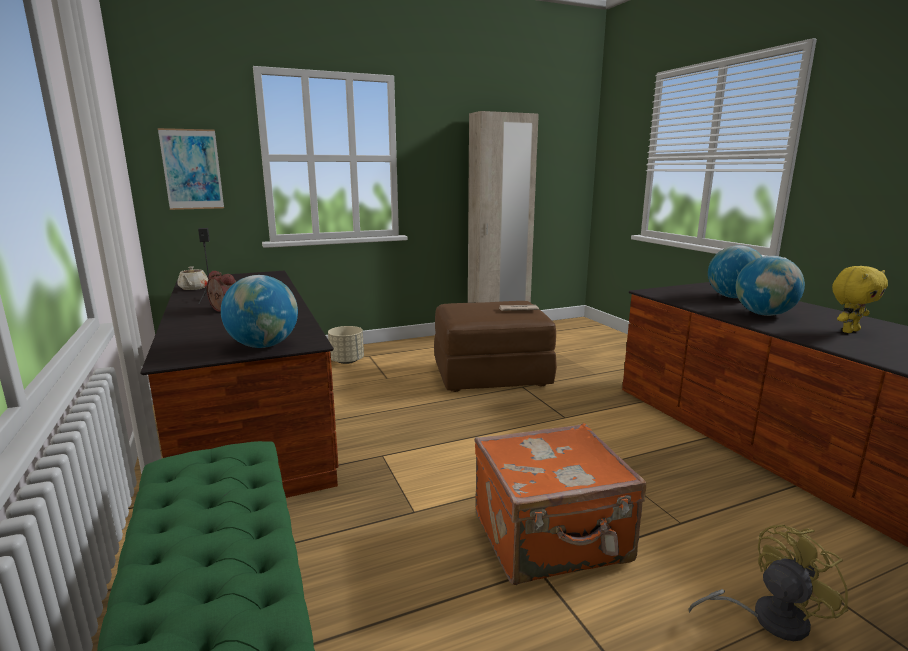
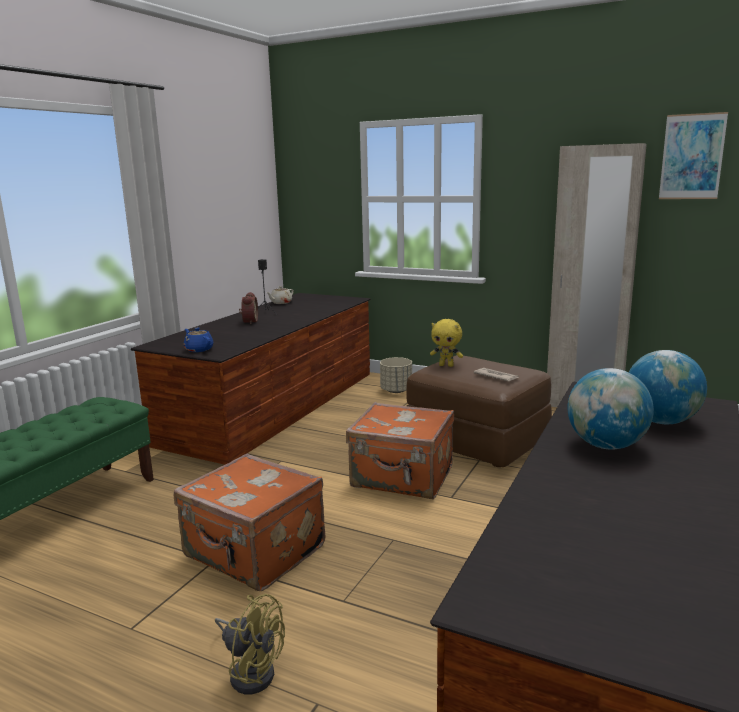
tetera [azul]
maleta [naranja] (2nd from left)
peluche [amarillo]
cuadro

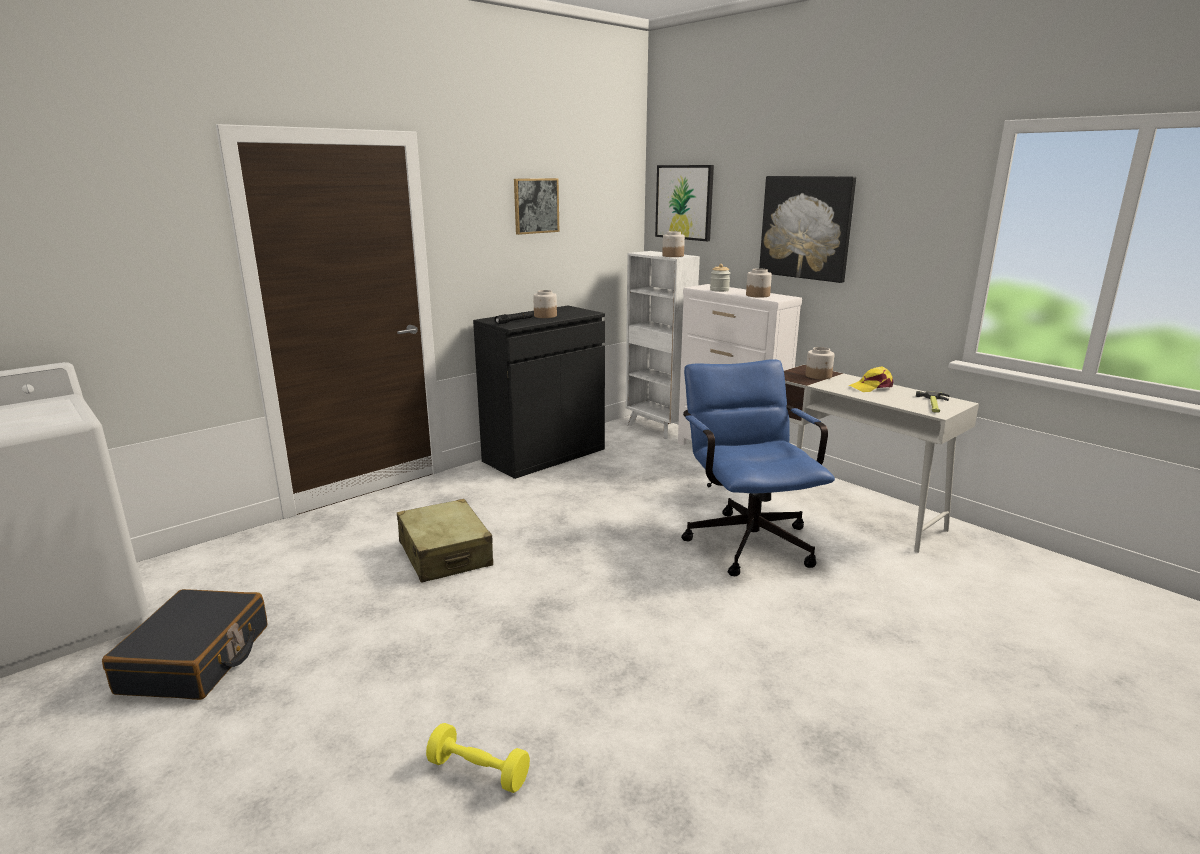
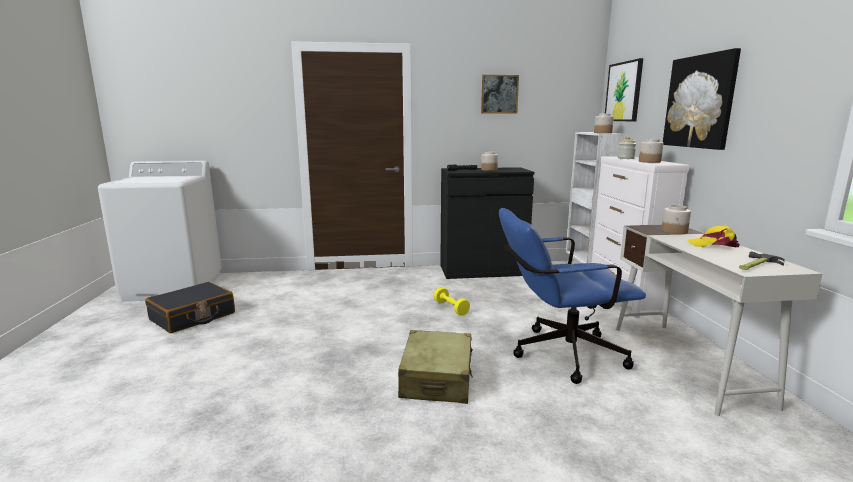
maleta [beis]
mancuerna [amarillo]
silla de oficina [azul]

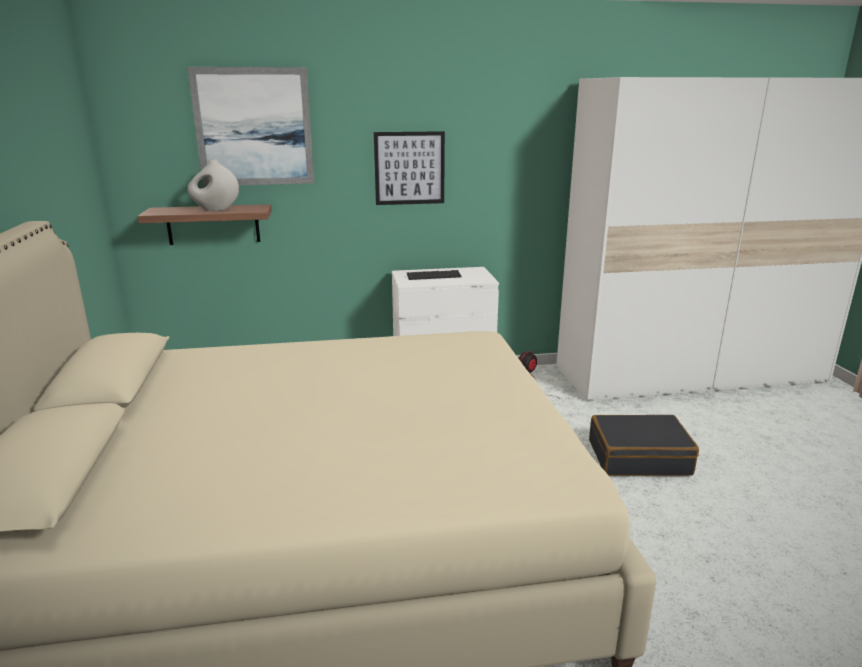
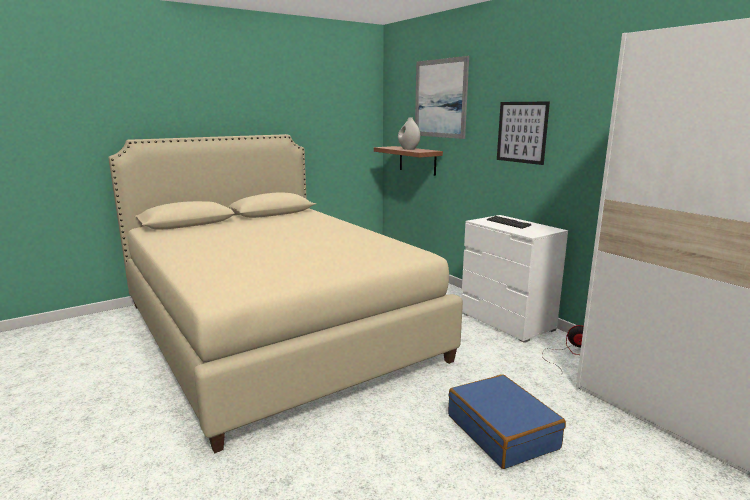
maleta [azul]

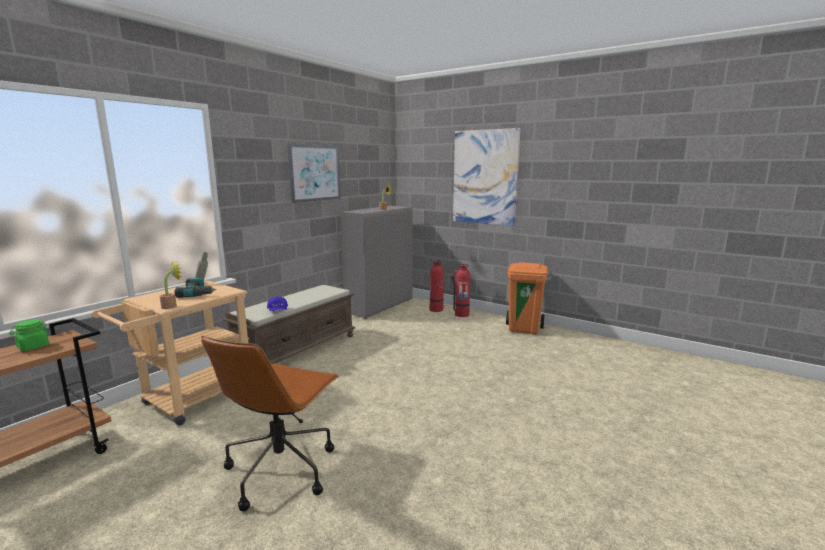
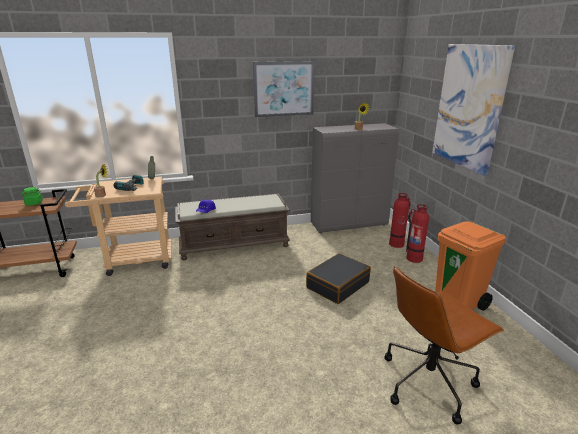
maleta [negro]
silla de oficina [marrón]

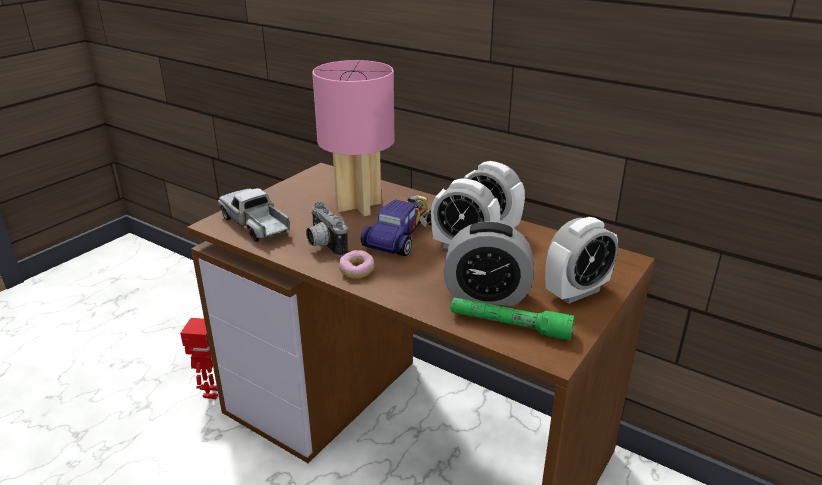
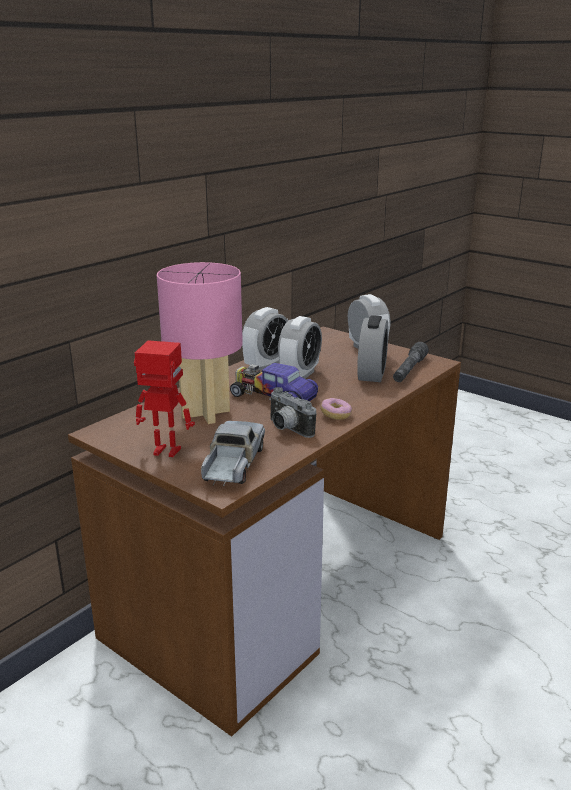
robot de juguete
camión de juguete
cámara
linterna [gris]

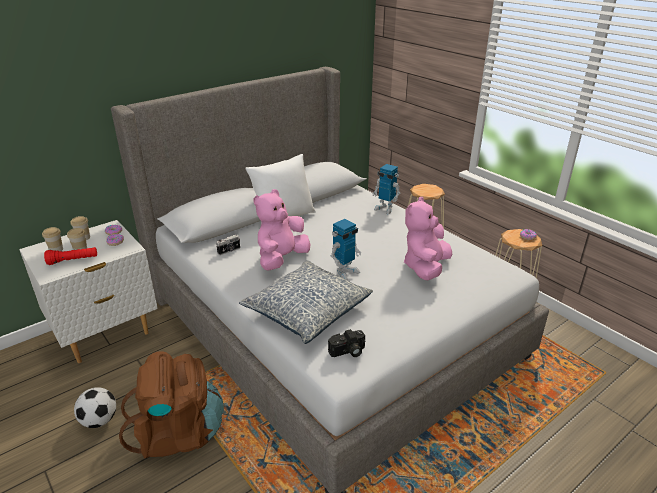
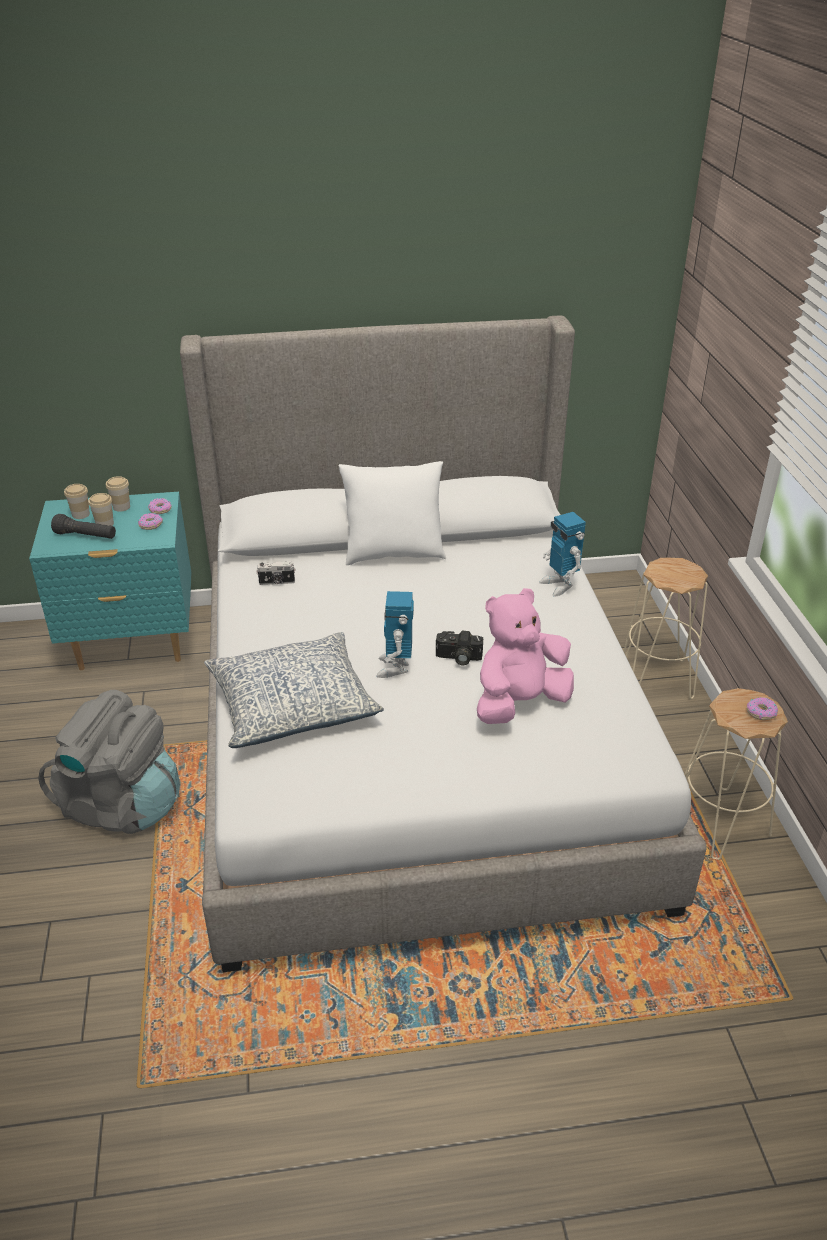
mesita de noche [turquesa]
mochila [gris]
linterna [negro]
robot de juguete (1st from left)
cámara (2nd from left)
balón de fútbol
peluche [rosa] (1st from left in the first image)

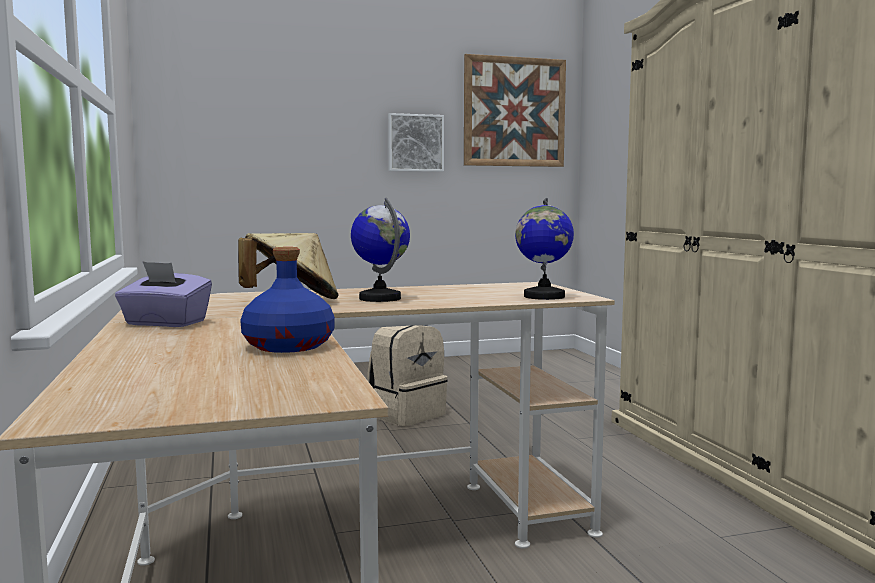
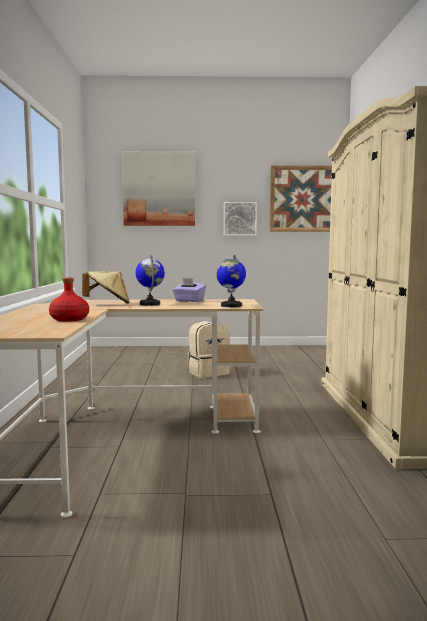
botella [rojo]
cuadro (1st from left)
caja de pañuelos [morado]

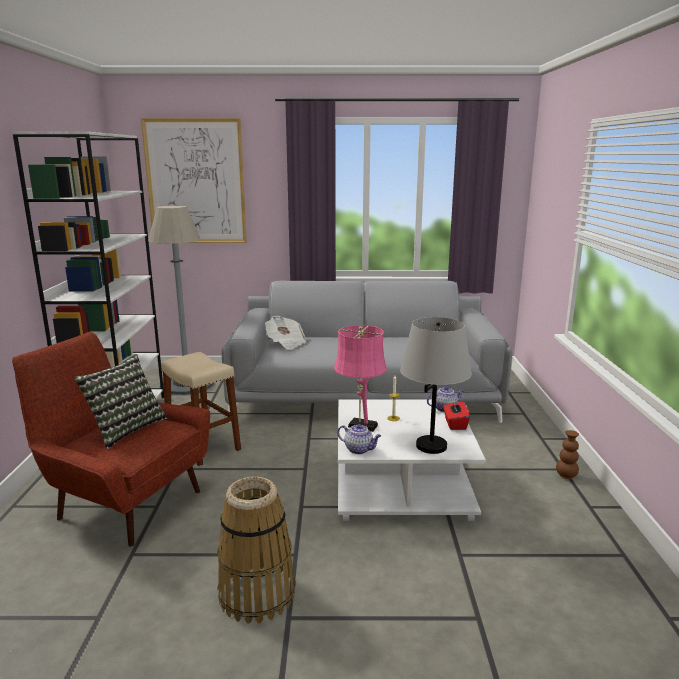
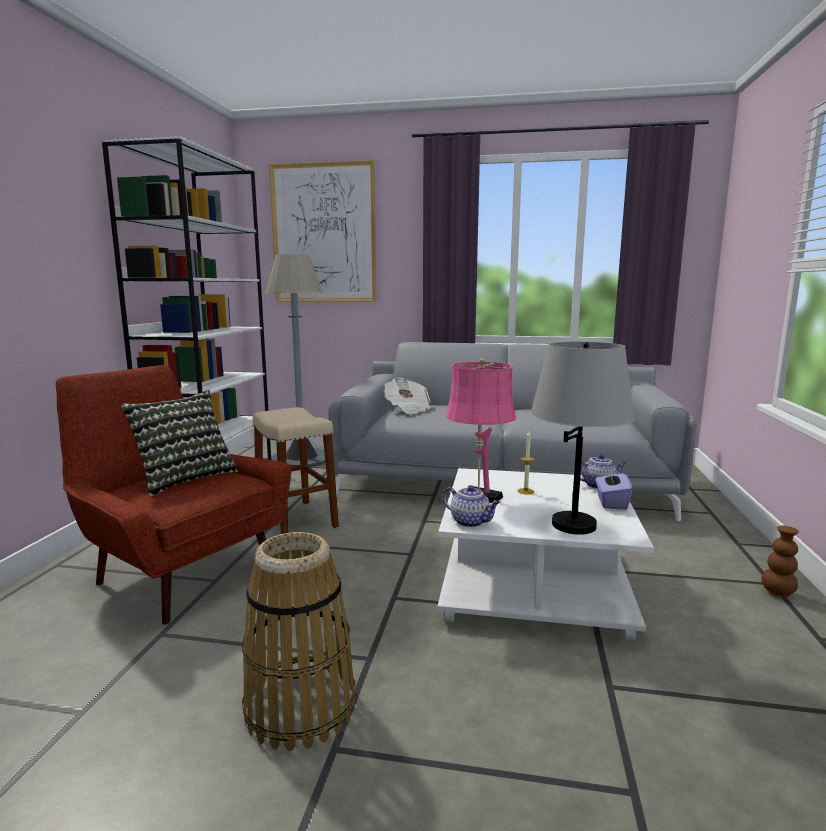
caja de pañuelos [morado]

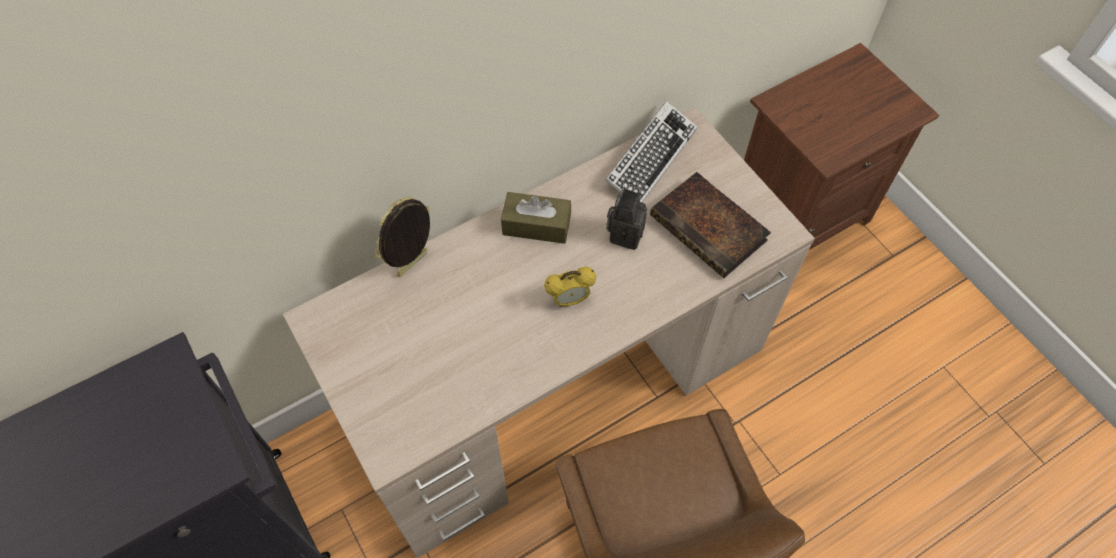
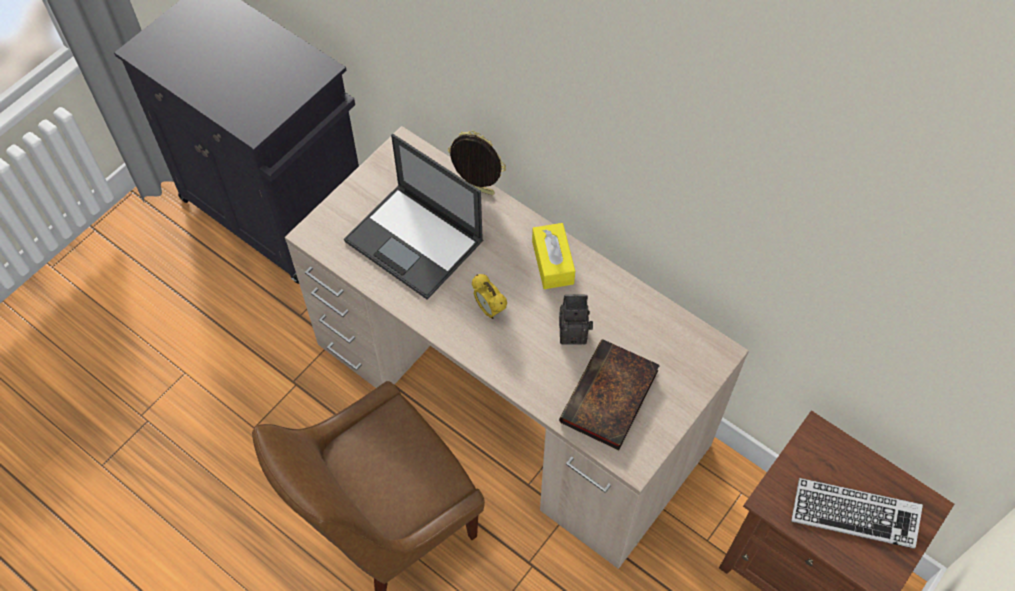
portátil
caja de pañuelos [amarillo]
teclado

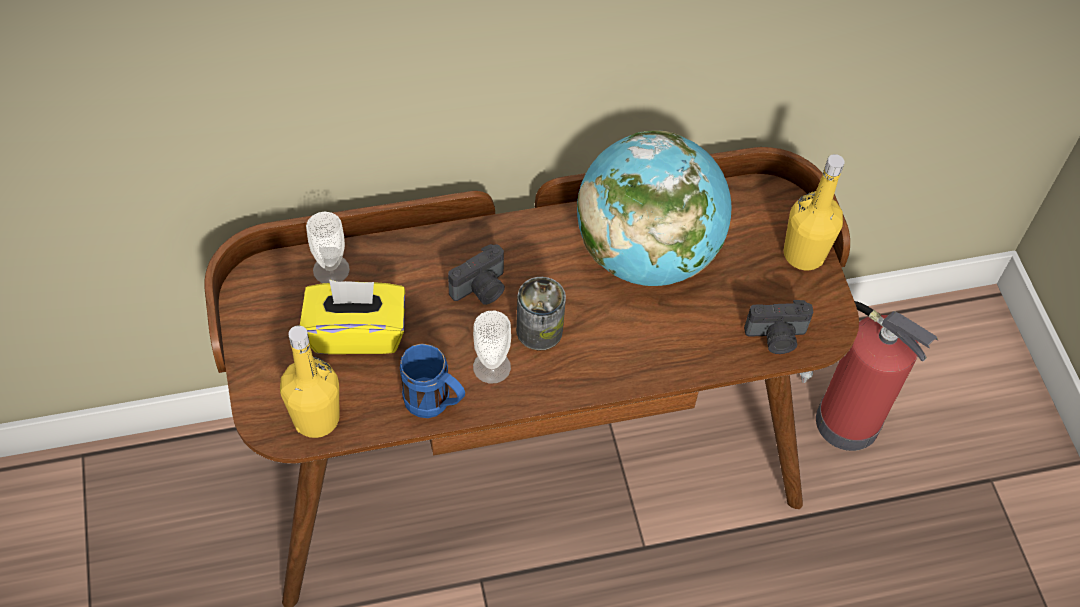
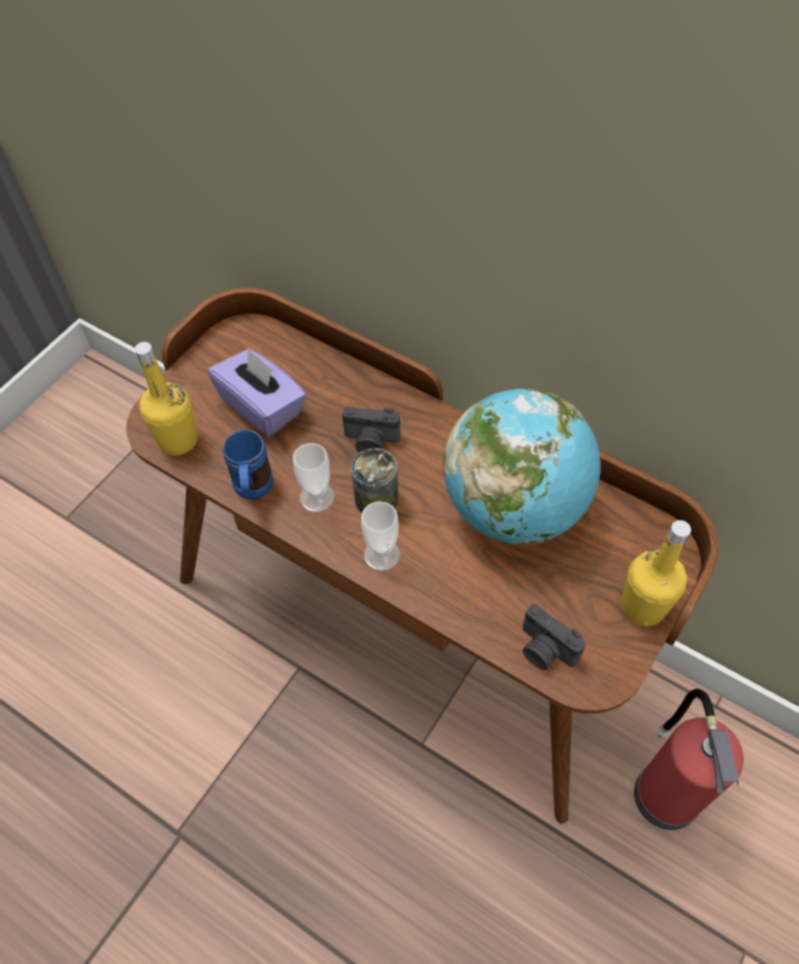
caja de pañuelos [morado]
taza (2nd from left)

